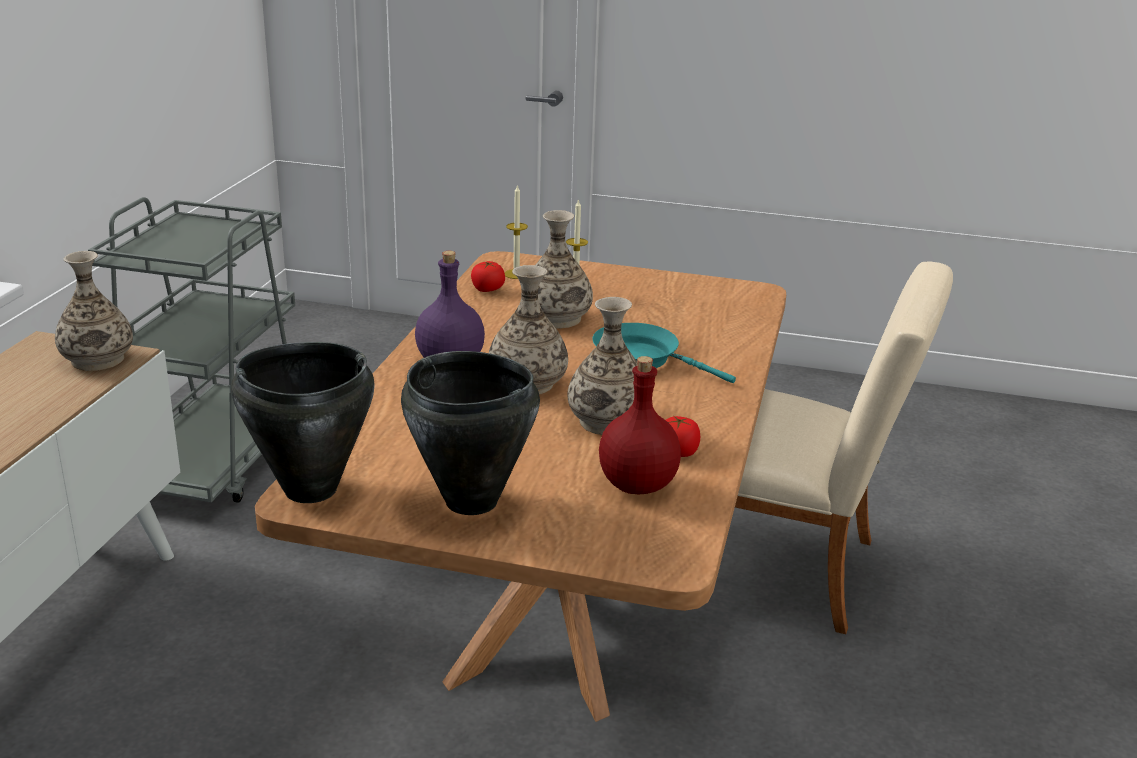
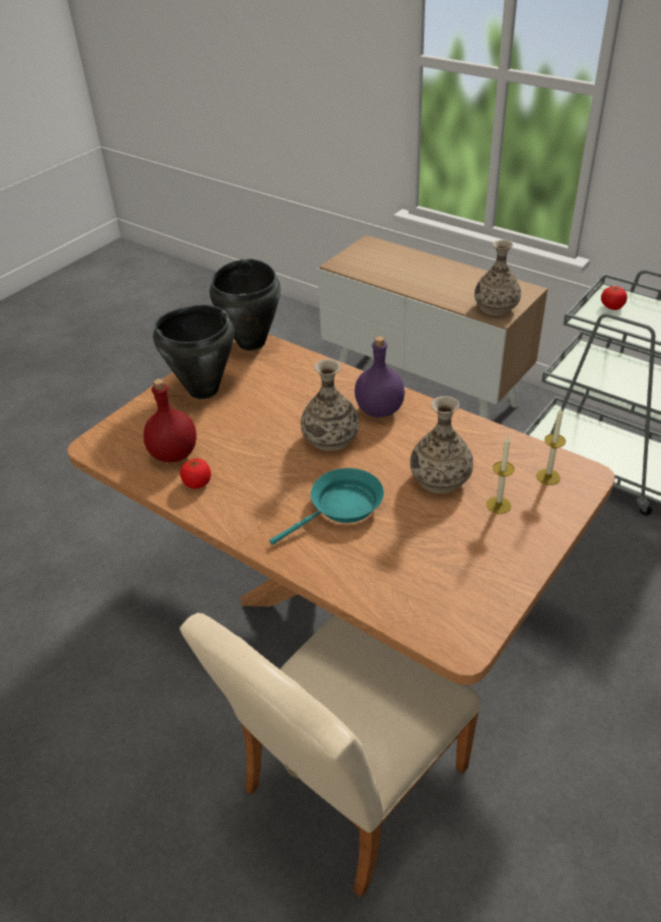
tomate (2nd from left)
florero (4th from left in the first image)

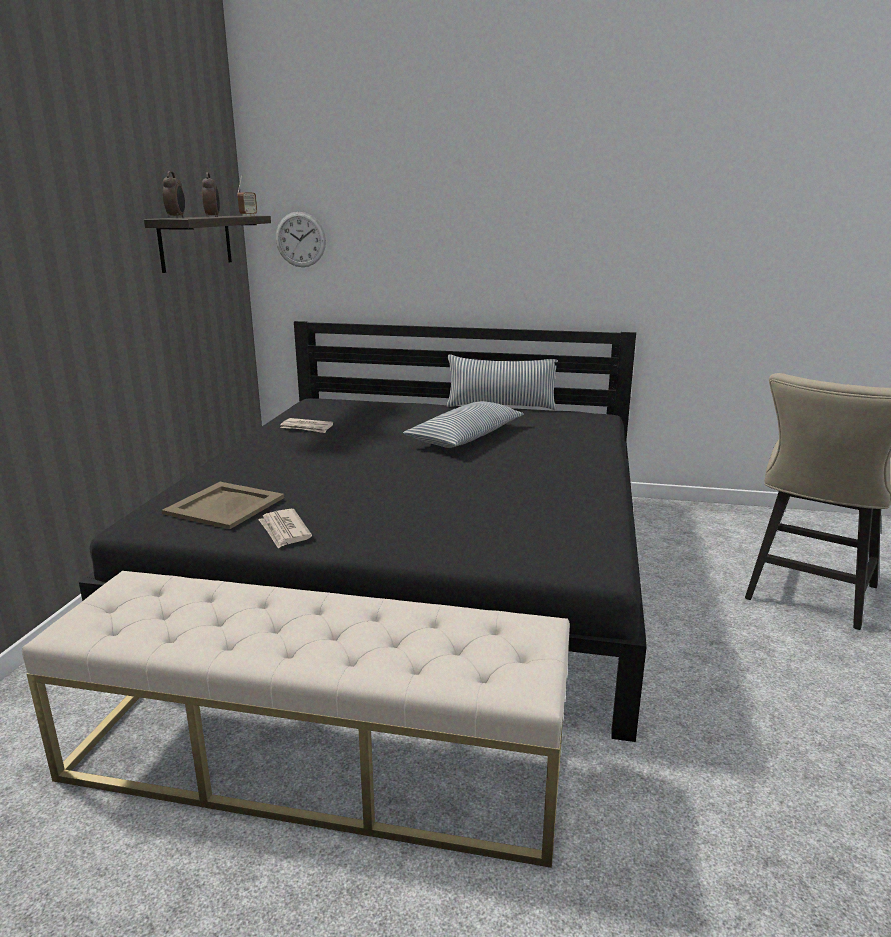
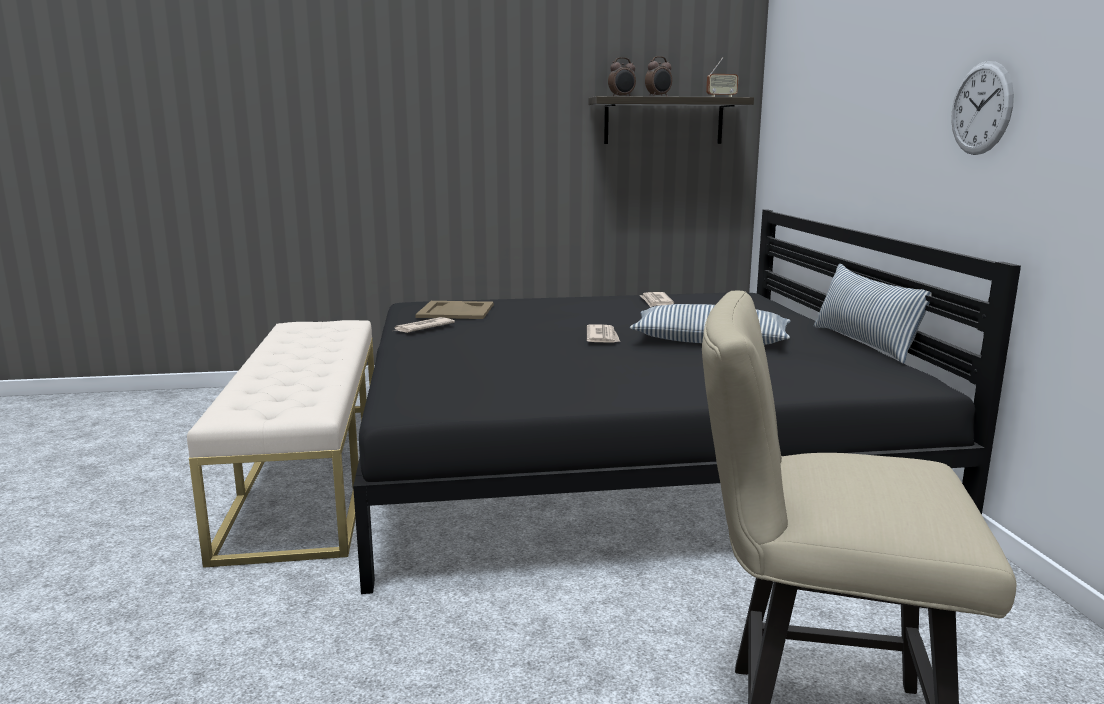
periódico (2nd from left)
reloj de pared

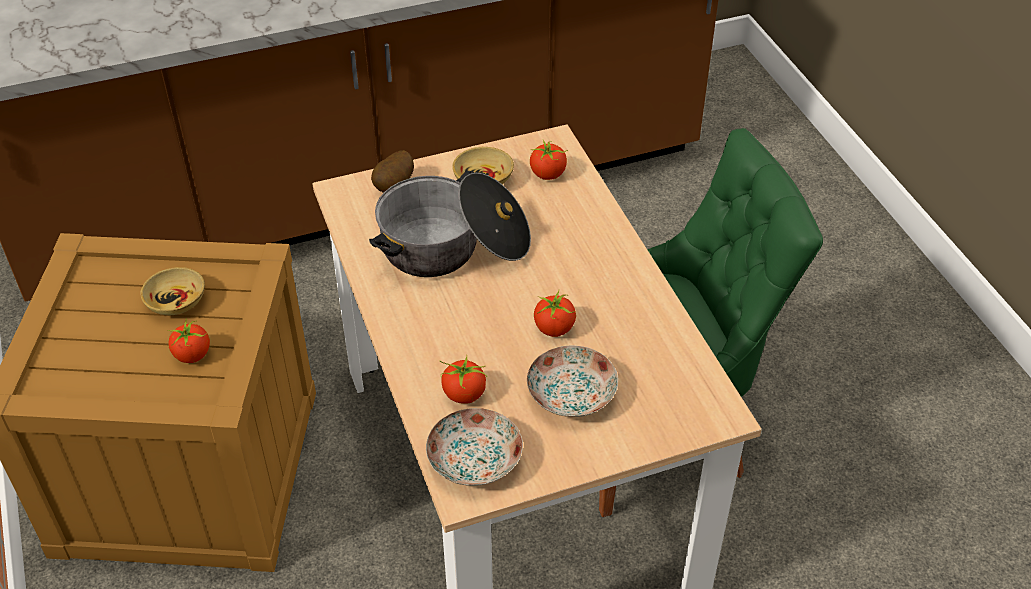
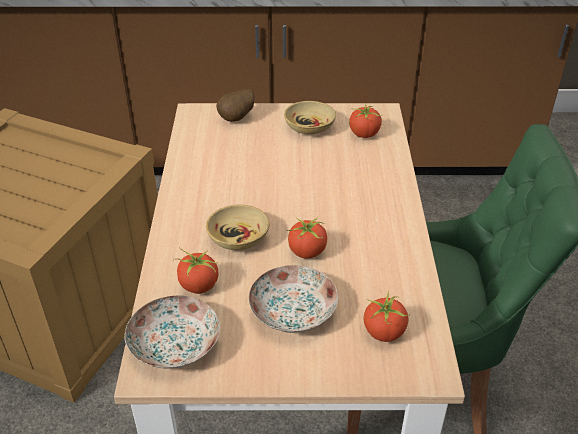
cuenco [beis] (1st from left)
tomate (4th from left)
olla

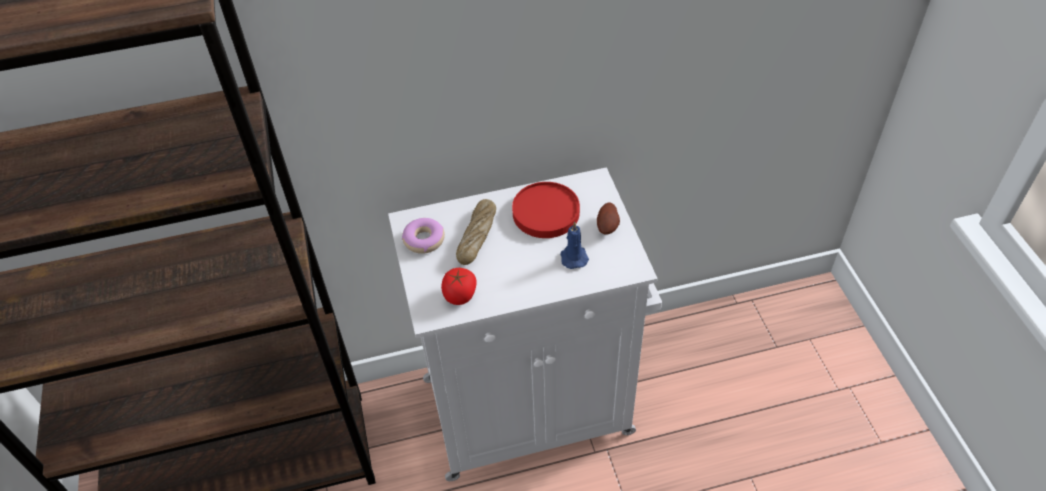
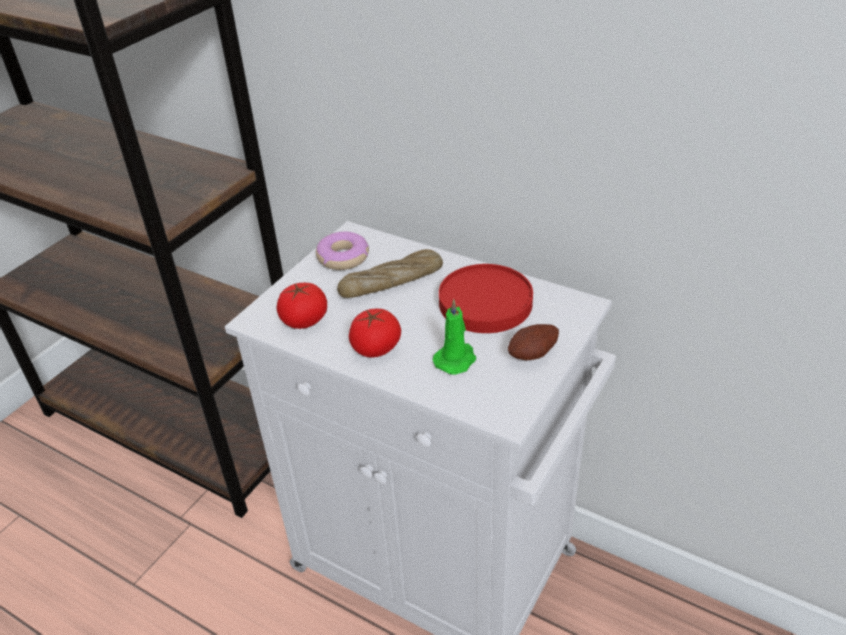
tomate (2nd from left)
vela [verde]

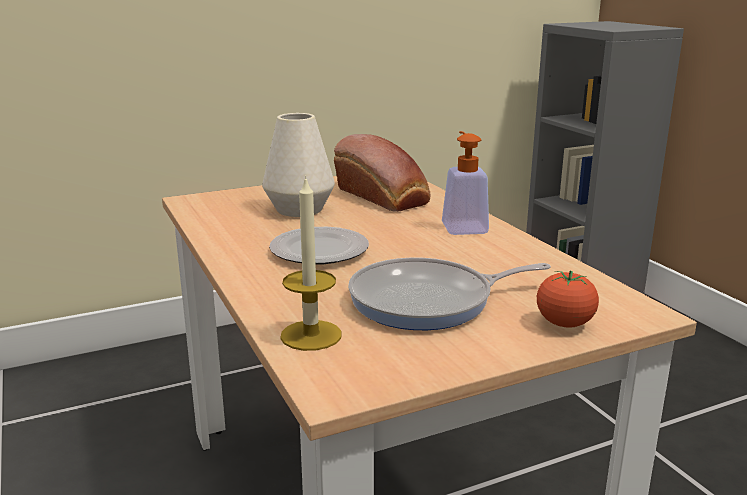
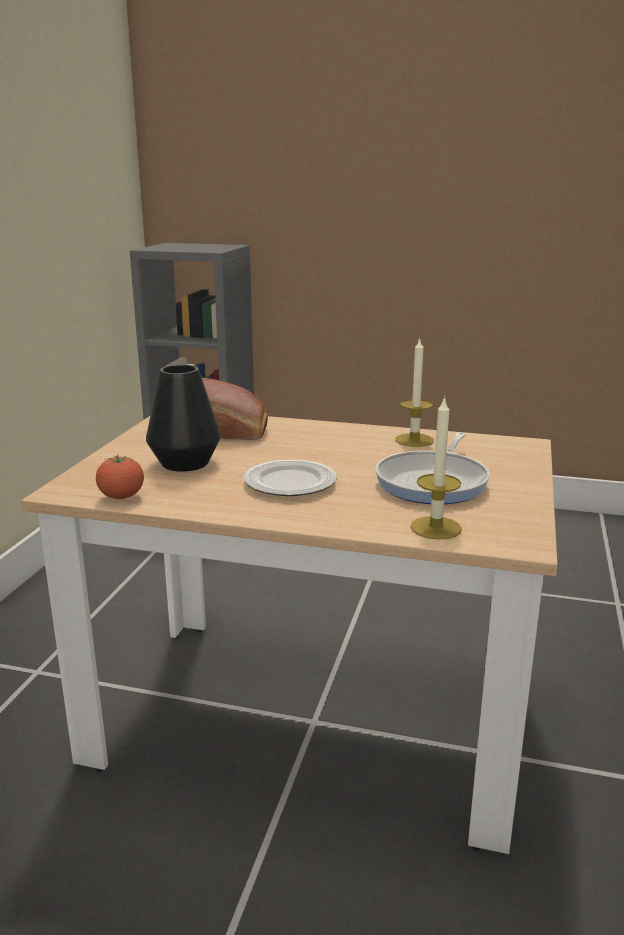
tomate
florero [negro]
vela (1st from left)
dispensador de jabón

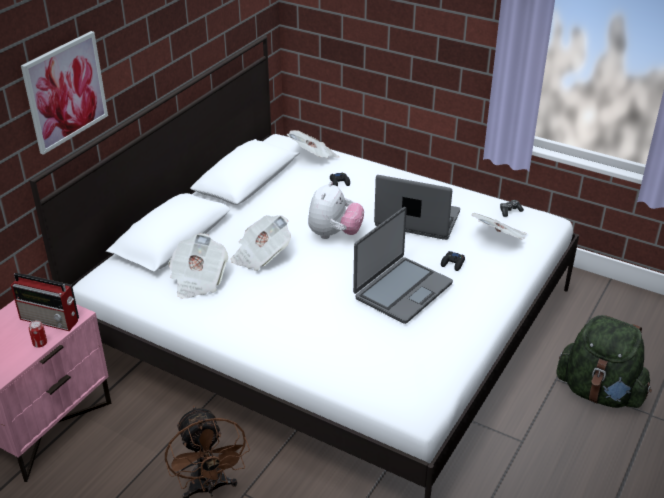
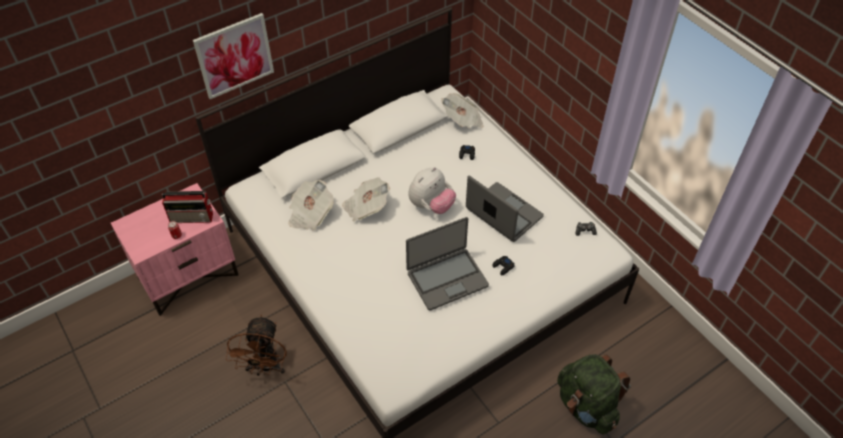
radio
periódico (4th from left in the first image)

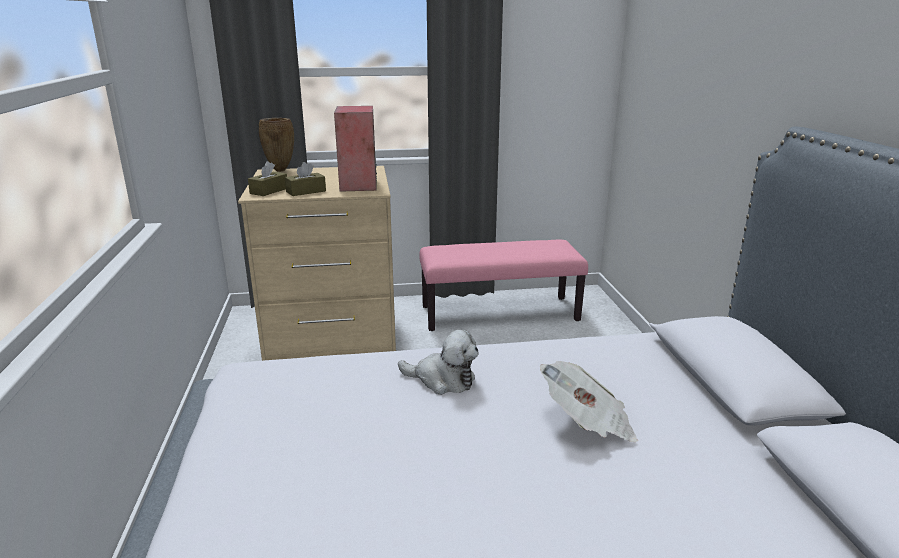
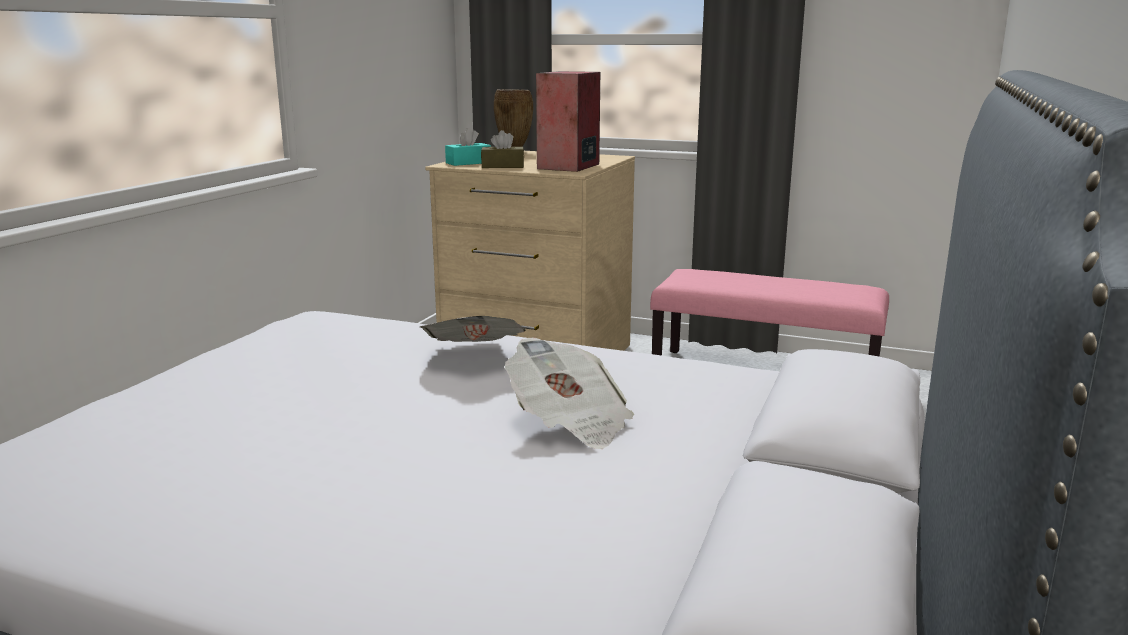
periódico (1st from left)
caja de pañuelos [turquesa]

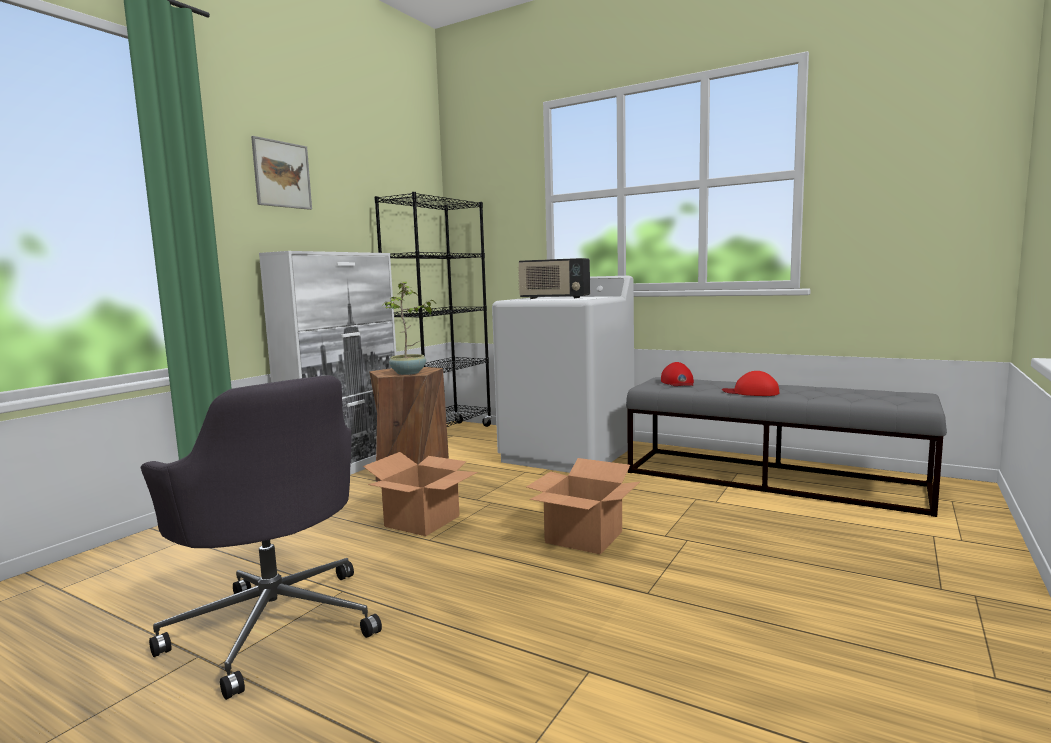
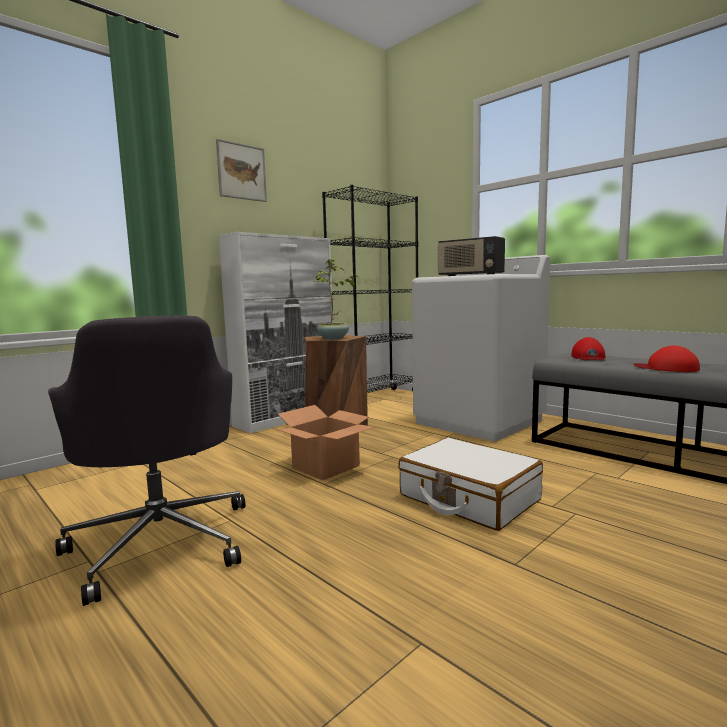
maleta [blanco]

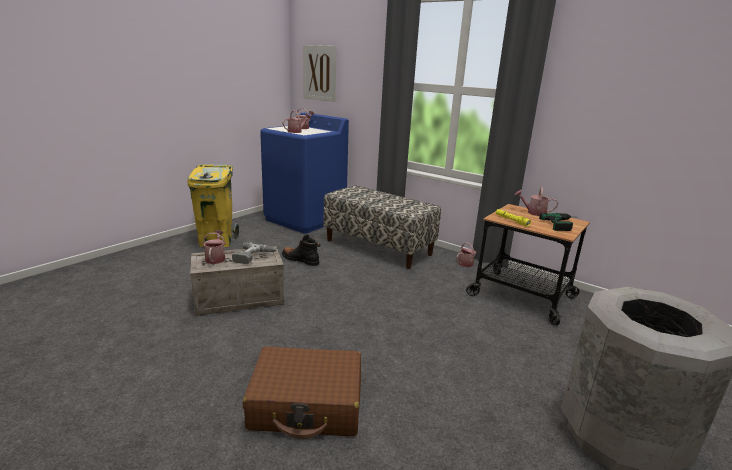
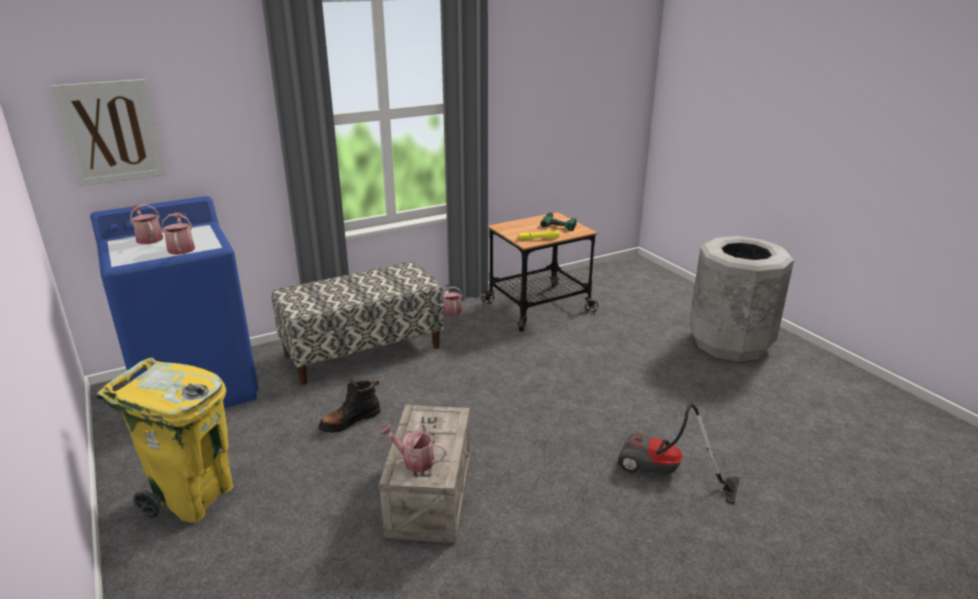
aspiradora
taladro (1st from left in the first image)
regadera (5th from left in the first image)

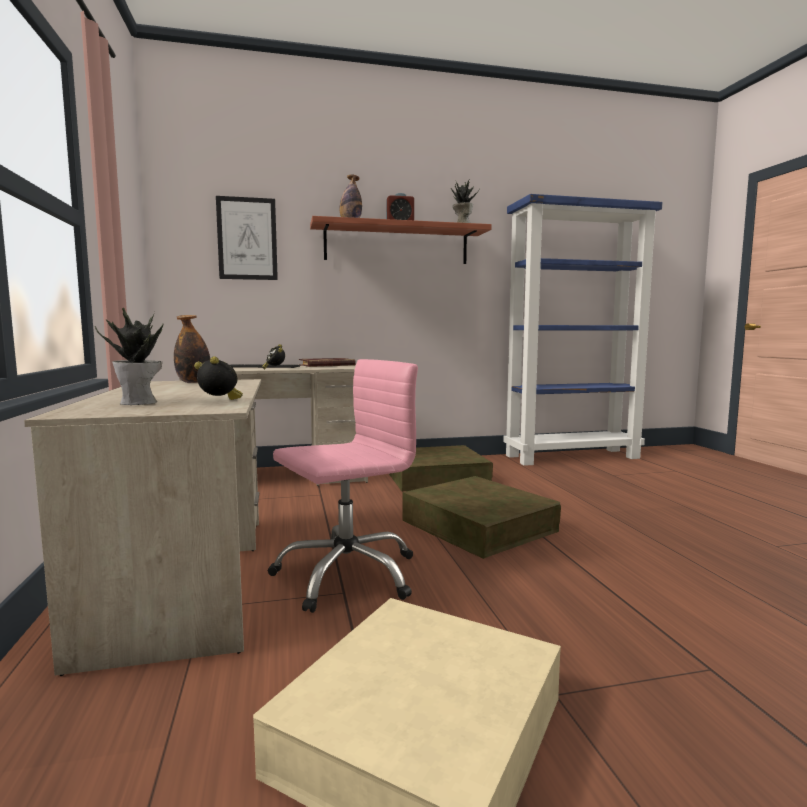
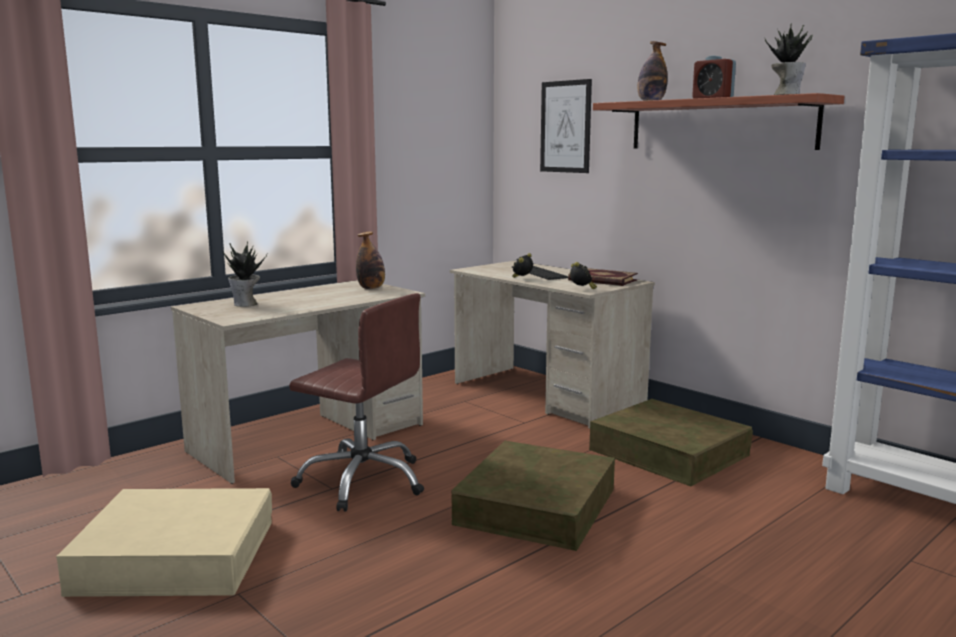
silla de oficina [marrón]
despertador (2nd from left)

